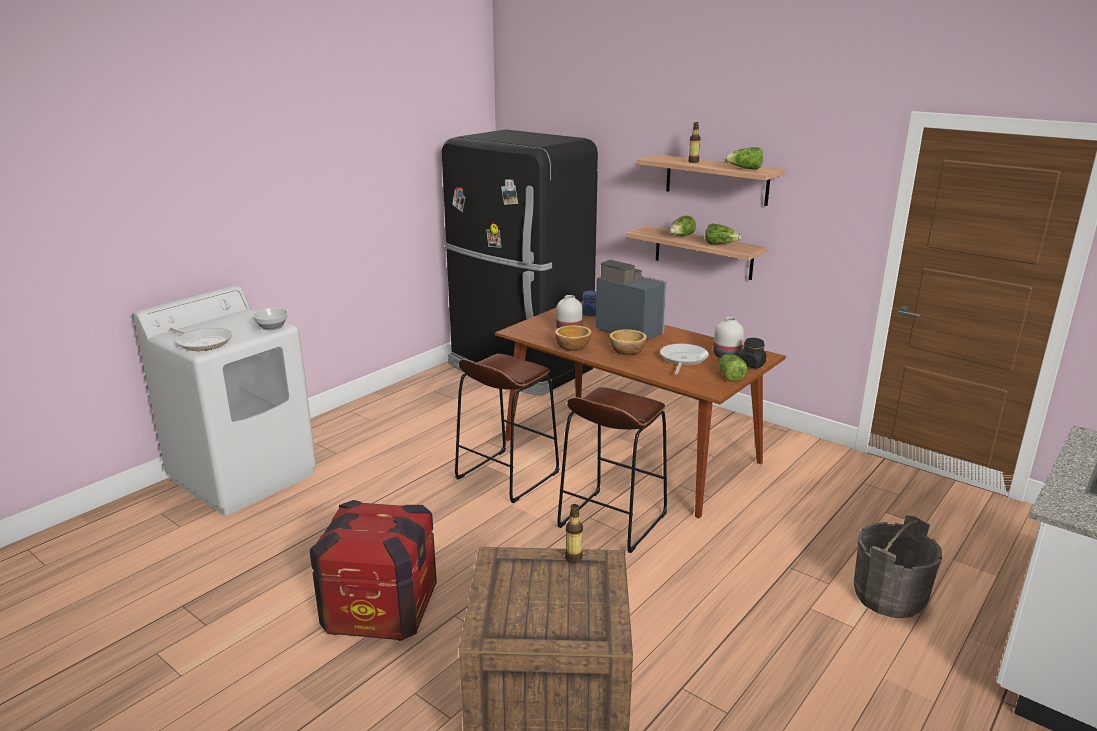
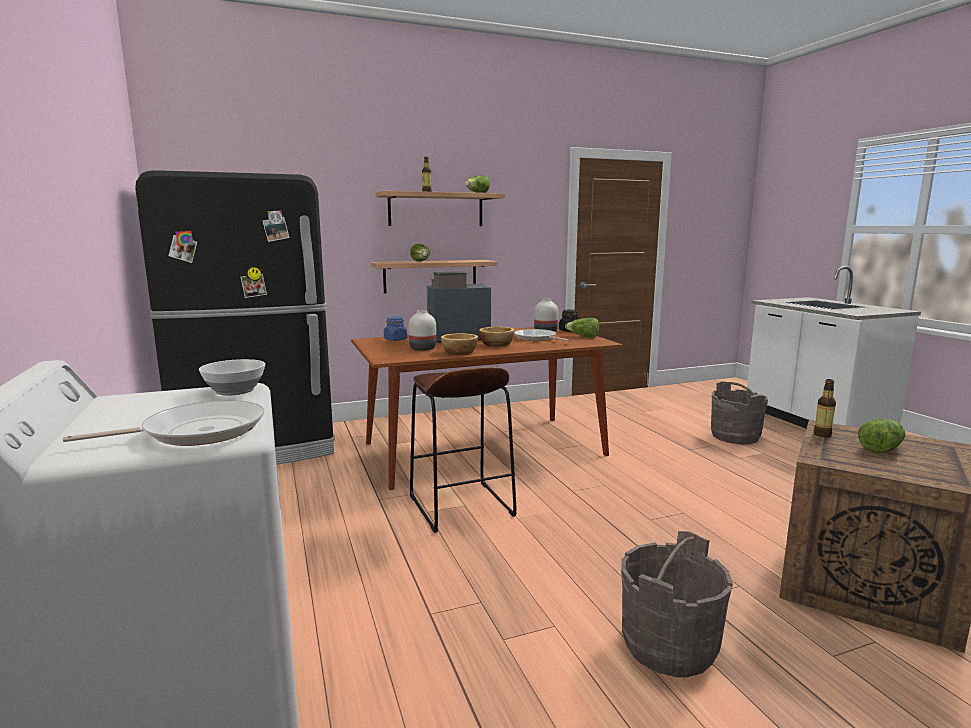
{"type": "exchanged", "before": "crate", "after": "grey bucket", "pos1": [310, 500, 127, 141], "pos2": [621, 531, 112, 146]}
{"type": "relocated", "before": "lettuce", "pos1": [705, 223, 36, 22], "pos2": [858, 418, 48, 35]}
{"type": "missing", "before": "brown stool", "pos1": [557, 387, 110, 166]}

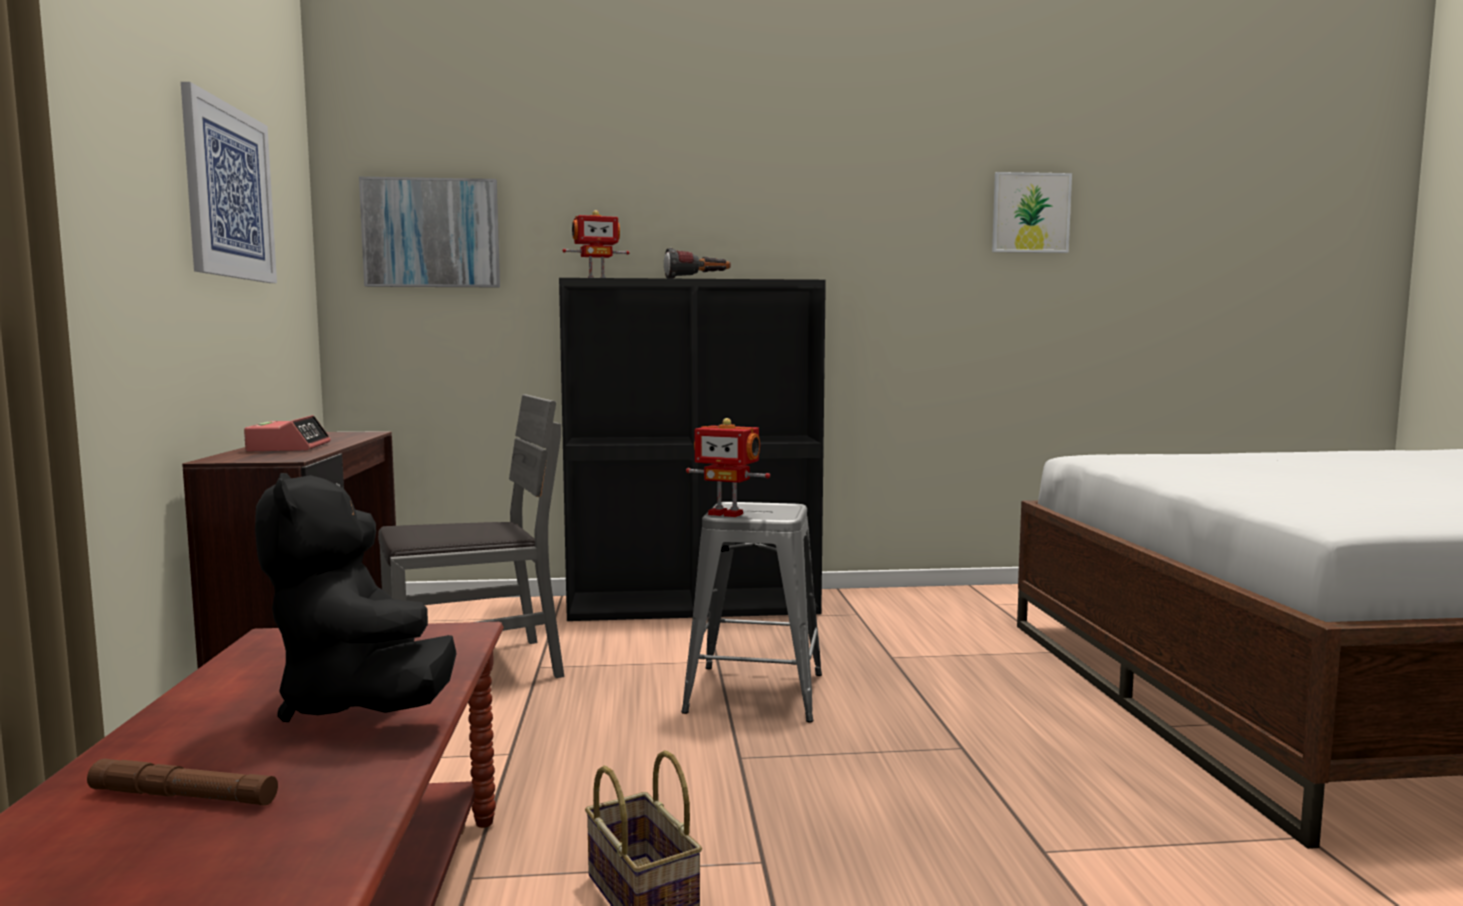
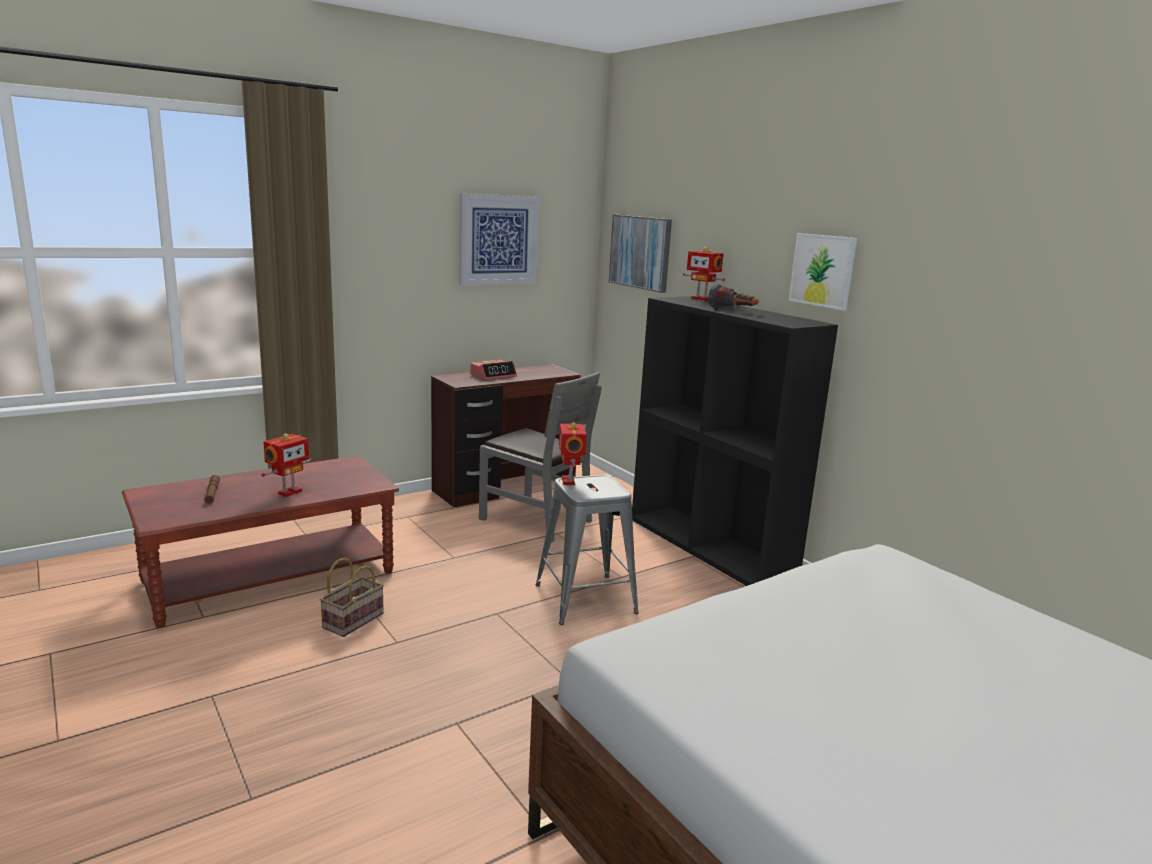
{"type": "exchanged", "before": "black plush toy", "after": "toy robot", "pos1": [255, 473, 202, 249], "pos2": [261, 434, 51, 63]}
{"type": "relocated", "before": "picture", "pos1": [992, 172, 80, 81], "pos2": [788, 233, 69, 77]}

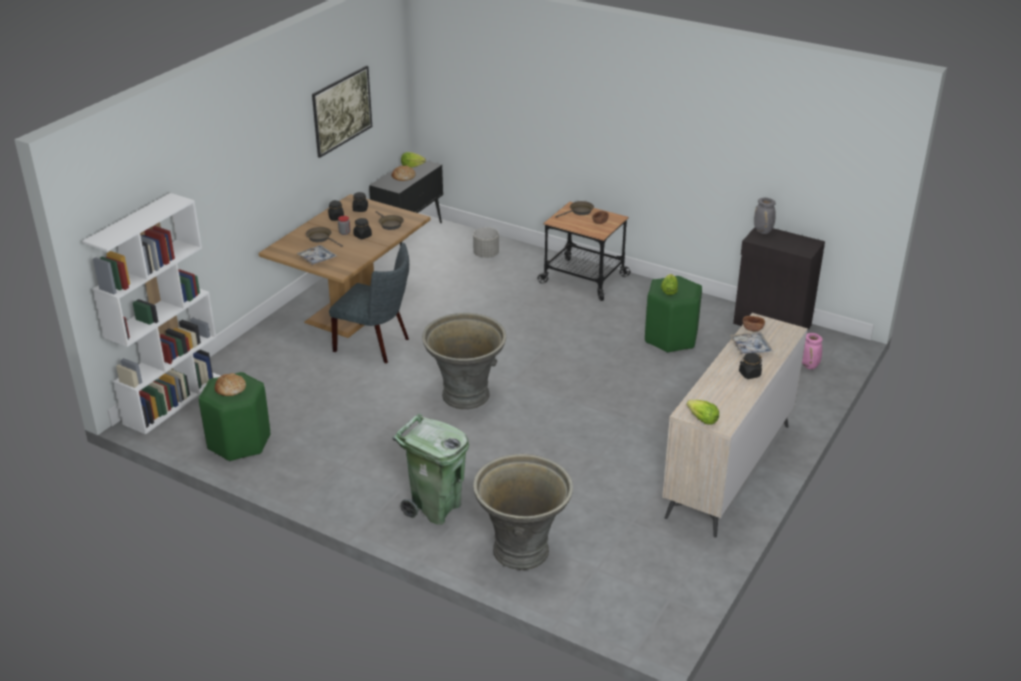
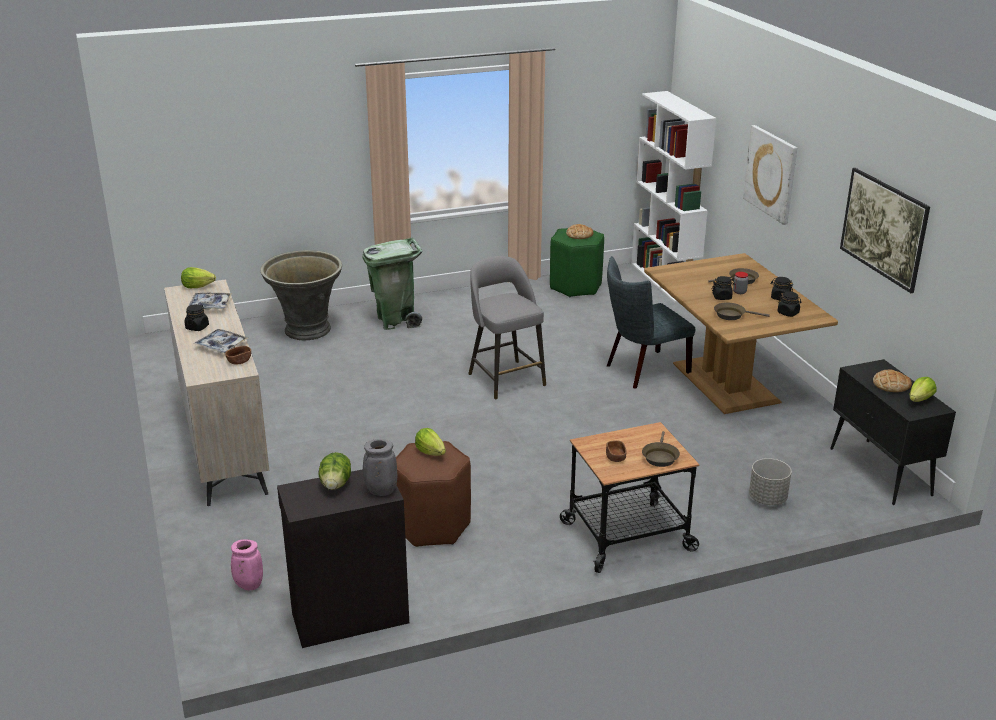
{"type": "relocated", "before": "tray", "pos1": [296, 245, 41, 20], "pos2": [188, 293, 44, 16]}
{"type": "appeared", "after": "lettuce", "pos2": [318, 452, 33, 38]}
{"type": "colour", "before": "green stool", "after": "brown stool", "pos1": [645, 276, 57, 77], "pos2": [396, 441, 75, 106]}
{"type": "exchanged", "before": "grey planter", "after": "grey stool", "pos1": [422, 313, 84, 96], "pos2": [468, 256, 78, 143]}
{"type": "appeared", "after": "picture", "pos2": [743, 125, 54, 100]}

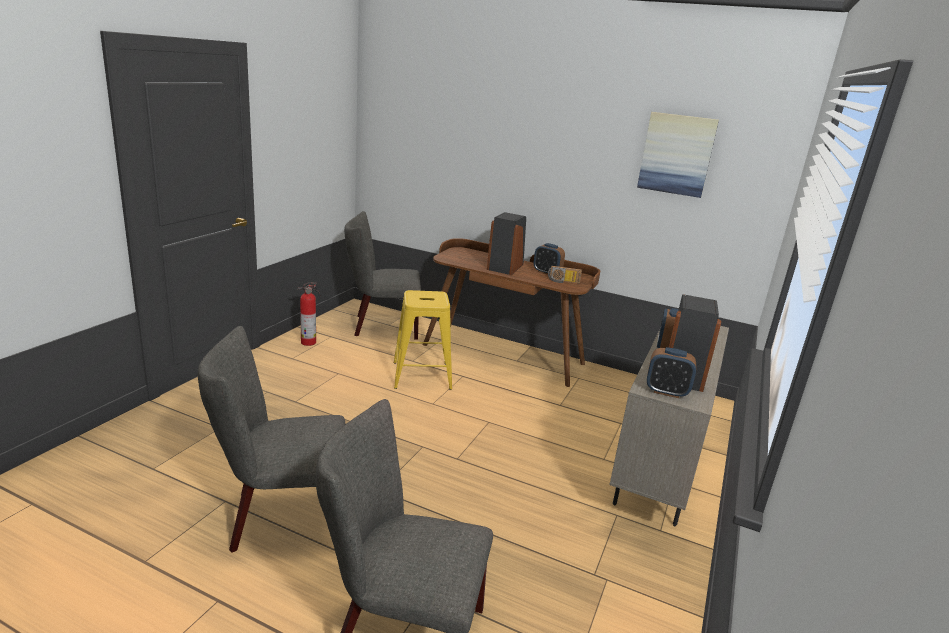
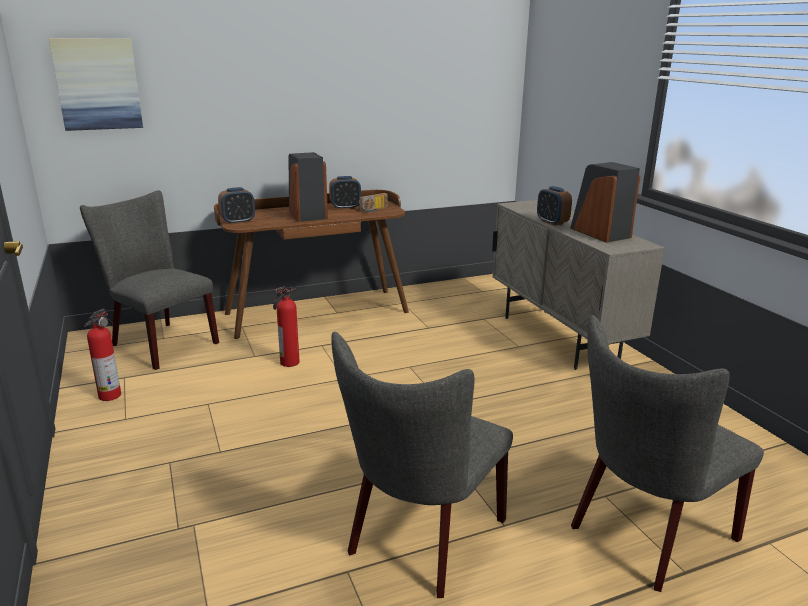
{"type": "relocated", "before": "picture", "pos1": [637, 112, 82, 86], "pos2": [49, 38, 94, 93]}
{"type": "spun", "before": "grey chair", "pos1": [344, 211, 77, 129], "pos2": [80, 190, 139, 180], "turn": 90}
{"type": "relocated", "before": "alarm clock", "pos1": [647, 347, 49, 51], "pos2": [218, 187, 37, 38]}
{"type": "exchanged", "before": "yellow stool", "after": "fire extinguisher", "pos1": [393, 290, 59, 100], "pos2": [273, 286, 27, 81]}

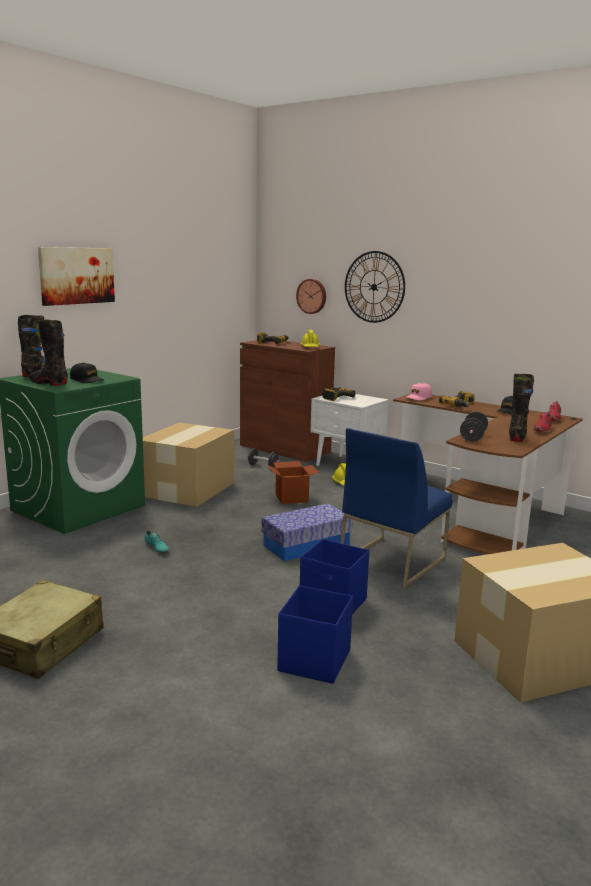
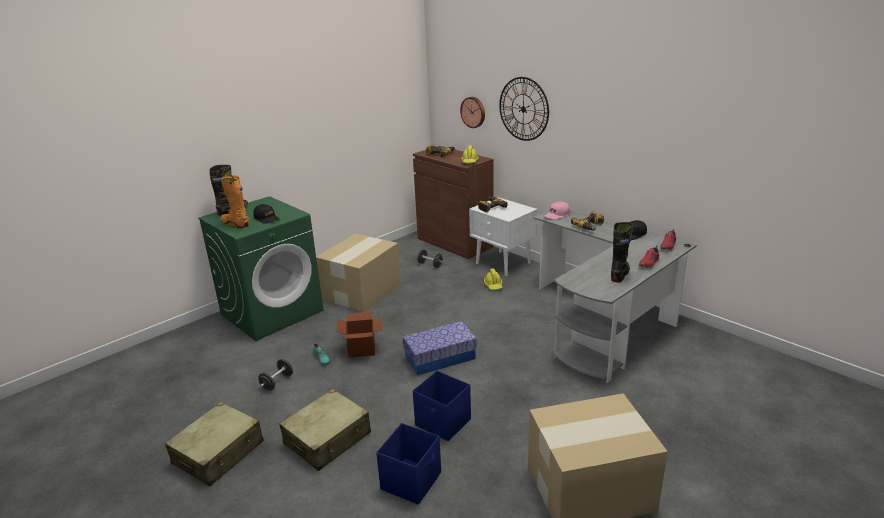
{"type": "colour", "before": "black boot", "after": "orange boot", "pos1": [29, 320, 39, 66], "pos2": [221, 175, 28, 53]}
{"type": "relocated", "before": "black dumbbell", "pos1": [460, 412, 28, 30], "pos2": [259, 359, 34, 32]}
{"type": "appeared", "after": "beige suitcase", "pos2": [279, 389, 92, 82]}
{"type": "relocated", "before": "cardboard box", "pos1": [267, 461, 52, 43], "pos2": [336, 312, 46, 46]}
{"type": "colour", "before": "brown desk", "after": "grey desk", "pos1": [393, 394, 190, 160], "pos2": [533, 209, 164, 174]}
{"type": "missing", "before": "picture", "pos1": [38, 247, 77, 59]}
{"type": "missing", "before": "blue chair", "pos1": [340, 428, 113, 160]}

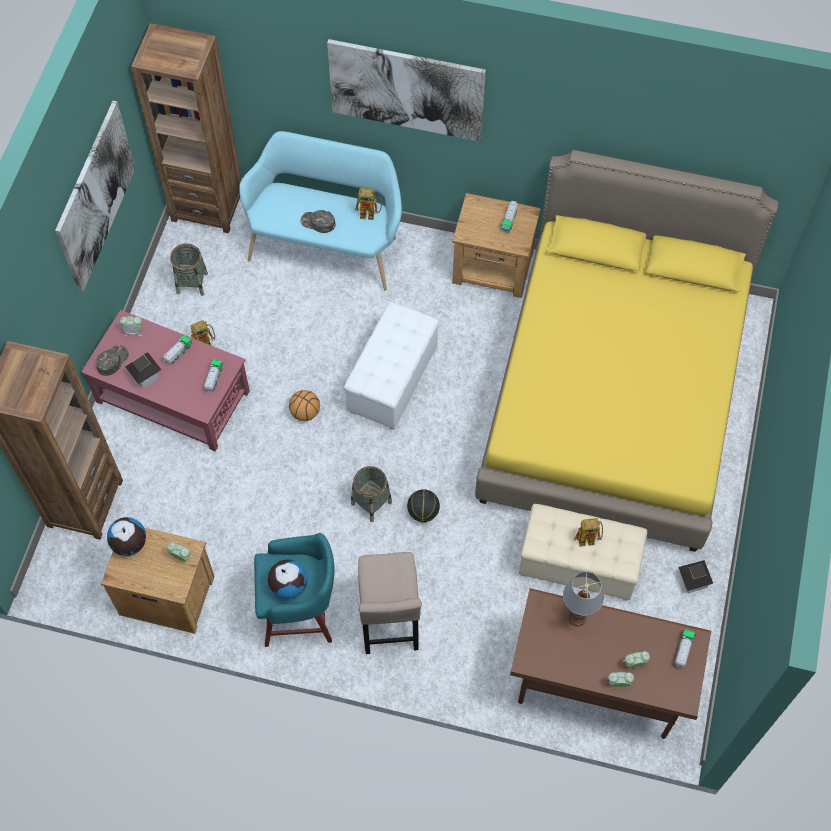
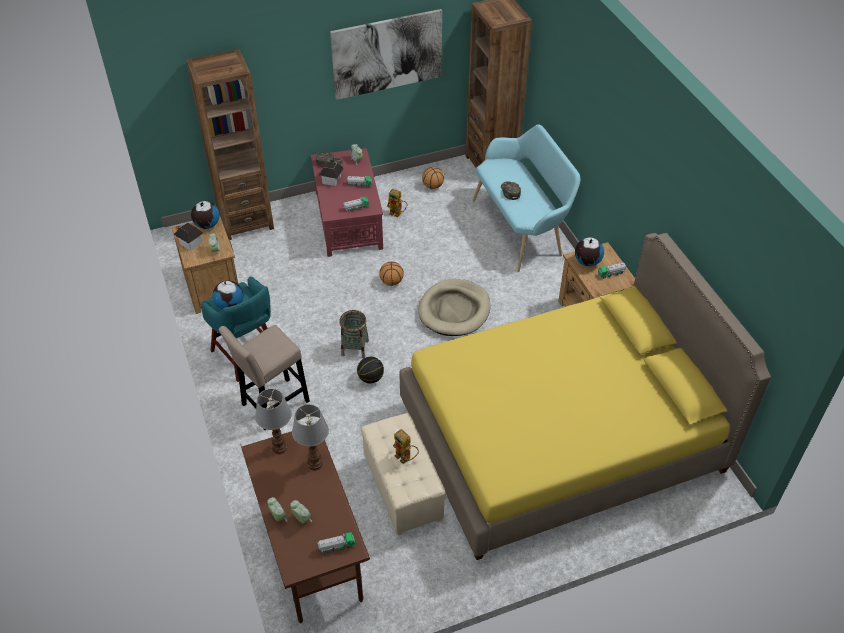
{"type": "relocated", "before": "toy house", "pos1": [678, 560, 35, 33], "pos2": [174, 223, 30, 28]}
{"type": "appeared", "after": "table lamp", "pos2": [255, 389, 36, 65]}
{"type": "exchanged", "before": "white ottoman", "after": "beige dog bed", "pos1": [344, 302, 95, 128], "pos2": [418, 279, 72, 57]}
{"type": "exchanged", "before": "basket", "after": "basketball", "pos1": [170, 243, 38, 53], "pos2": [422, 167, 22, 22]}
{"type": "appeared", "after": "globe", "pos2": [575, 237, 29, 29]}
{"type": "missing", "before": "picture", "pos1": [327, 39, 159, 103]}
{"type": "missing", "before": "toy robot", "pos1": [355, 188, 27, 32]}

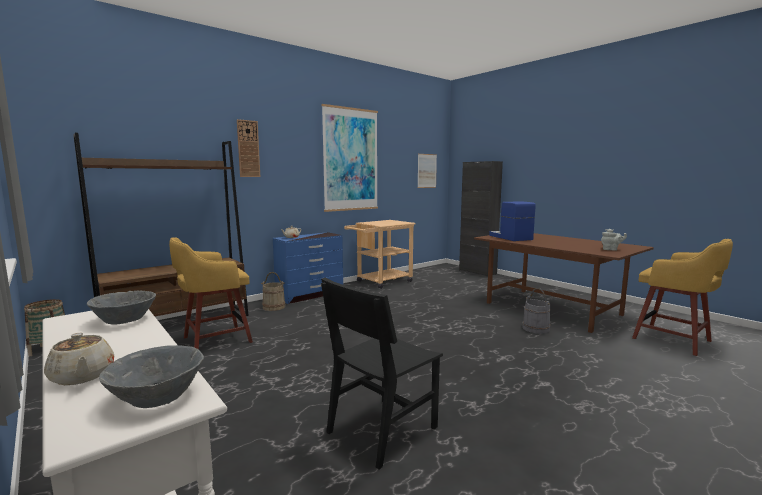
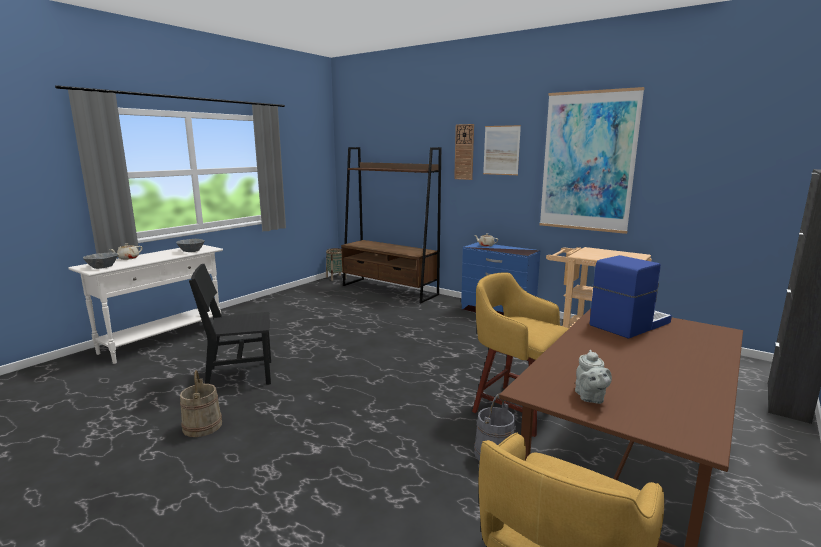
{"type": "relocated", "before": "beige bucket", "pos1": [261, 272, 24, 39], "pos2": [180, 370, 42, 67]}
{"type": "spun", "before": "black chair", "pos1": [321, 278, 122, 191], "pos2": [189, 264, 82, 121], "turn": -45}
{"type": "relocated", "before": "yellow stool", "pos1": [169, 237, 84, 112], "pos2": [472, 273, 96, 164]}
{"type": "relocated", "before": "picture", "pos1": [417, 154, 20, 34], "pos2": [483, 125, 38, 50]}

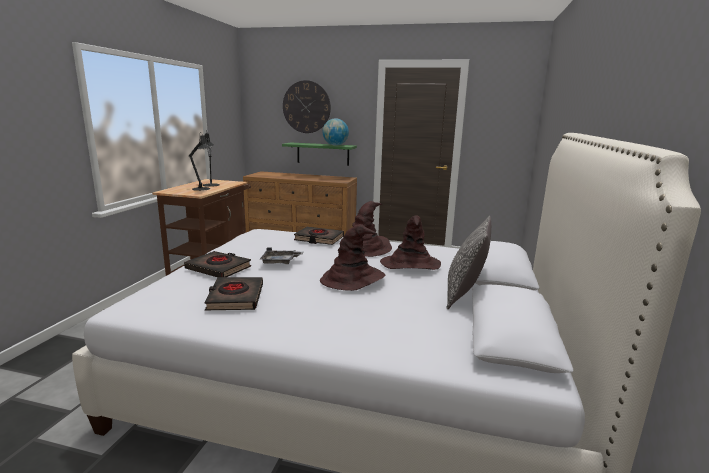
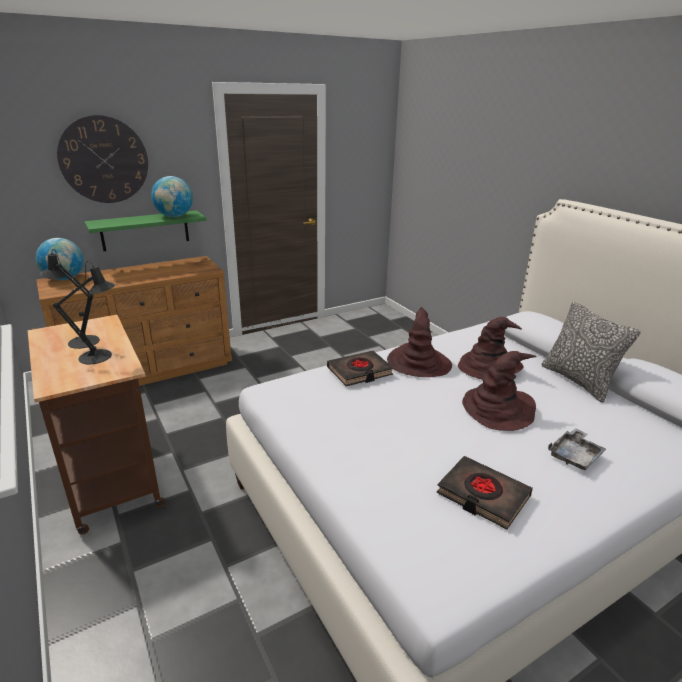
{"type": "appeared", "after": "globe", "pos2": [36, 238, 48, 42]}
{"type": "relocated", "before": "grey tray", "pos1": [260, 247, 43, 17], "pos2": [548, 428, 58, 42]}
{"type": "missing", "before": "black book", "pos1": [184, 251, 67, 26]}

